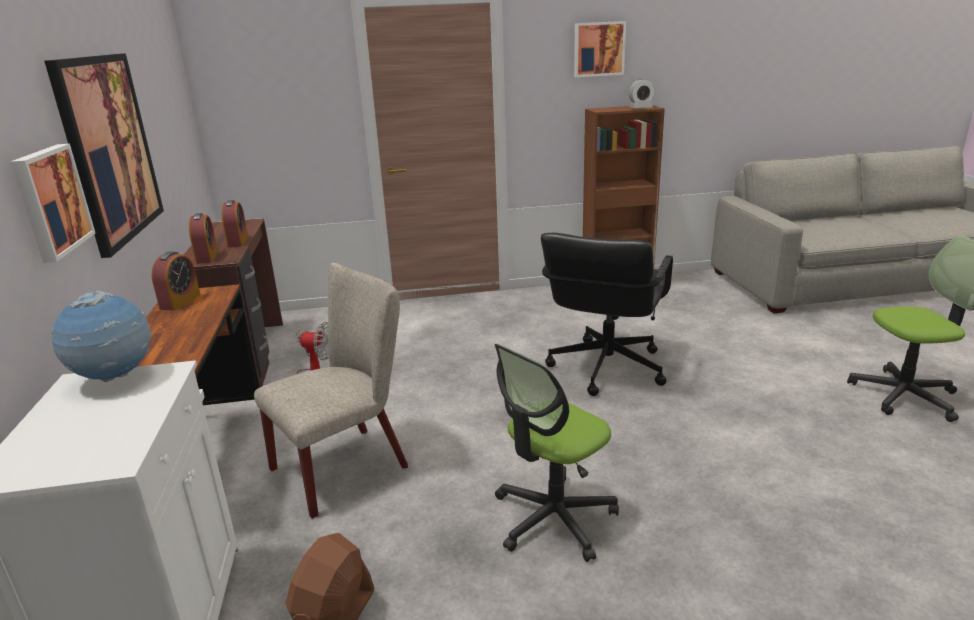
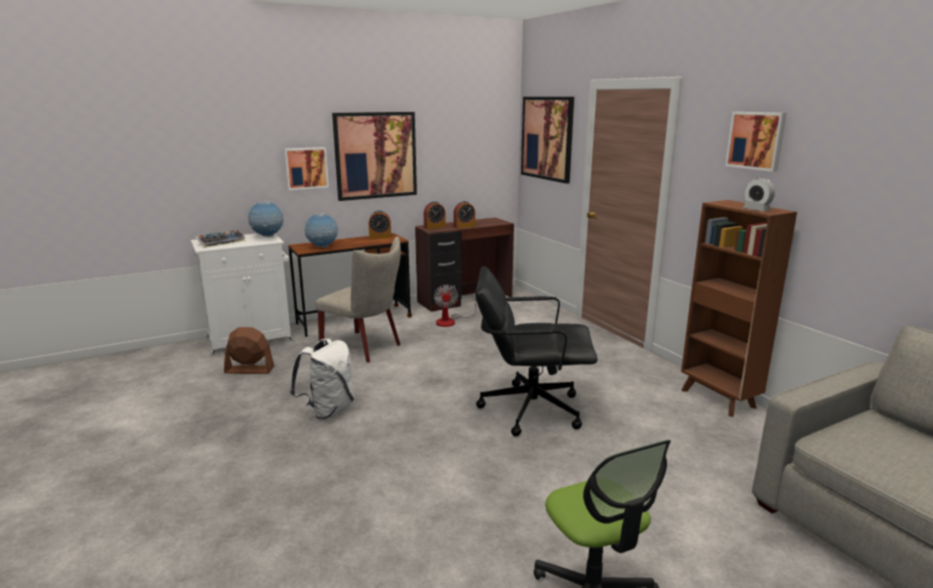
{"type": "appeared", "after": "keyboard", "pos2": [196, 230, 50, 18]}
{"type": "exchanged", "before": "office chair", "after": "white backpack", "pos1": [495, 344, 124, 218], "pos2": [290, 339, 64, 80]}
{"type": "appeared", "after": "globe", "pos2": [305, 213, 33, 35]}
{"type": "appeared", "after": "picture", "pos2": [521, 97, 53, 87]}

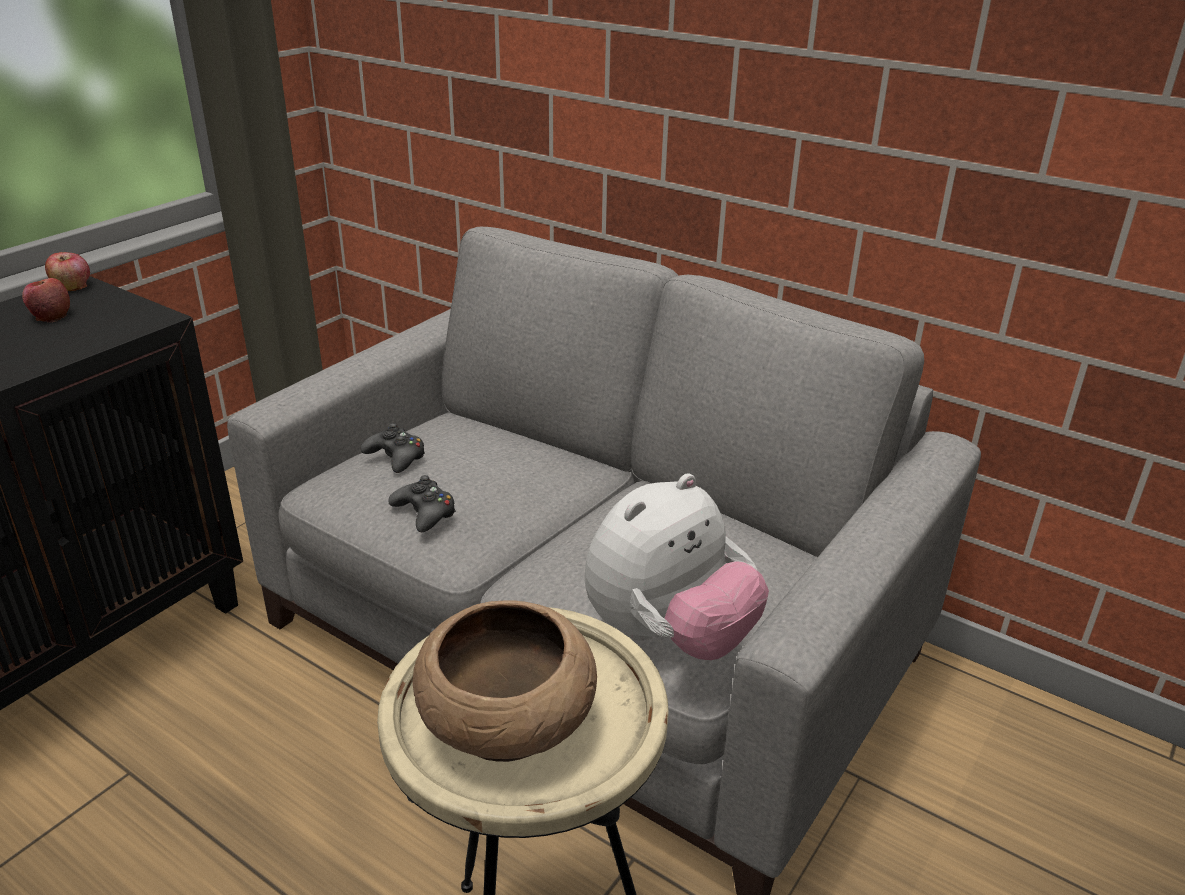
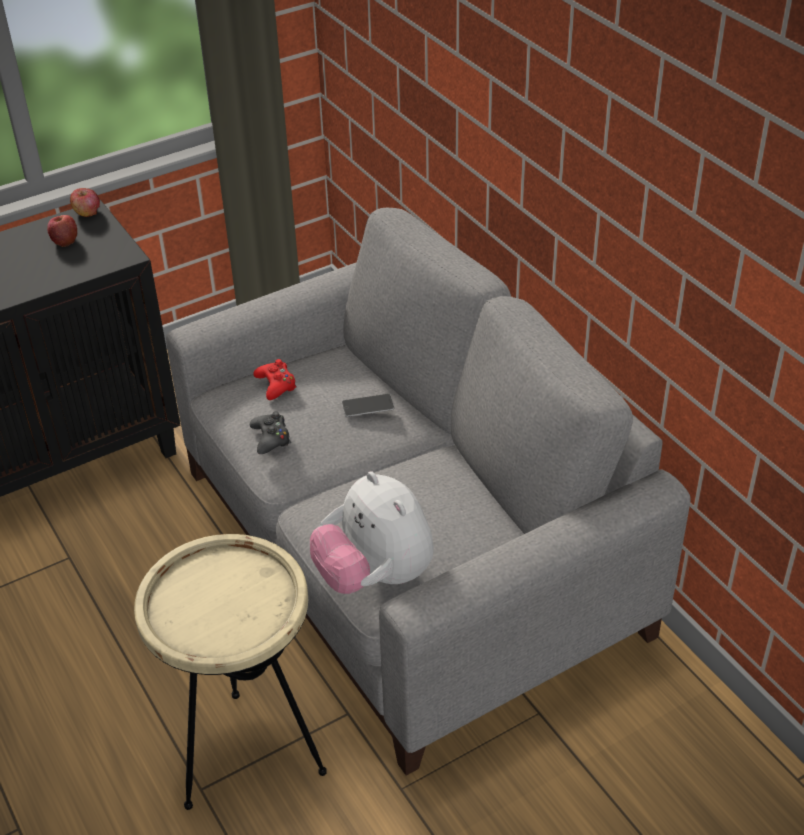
{"type": "colour", "before": "black game controller", "after": "red game controller", "pos1": [361, 423, 64, 50], "pos2": [253, 359, 44, 41]}
{"type": "spun", "before": "plush toy", "pos1": [584, 474, 185, 186], "pos2": [310, 471, 124, 123], "turn": 75}
{"type": "appeared", "after": "phone", "pos2": [342, 394, 52, 23]}
{"type": "missing", "before": "brown bowl", "pos1": [413, 600, 184, 162]}

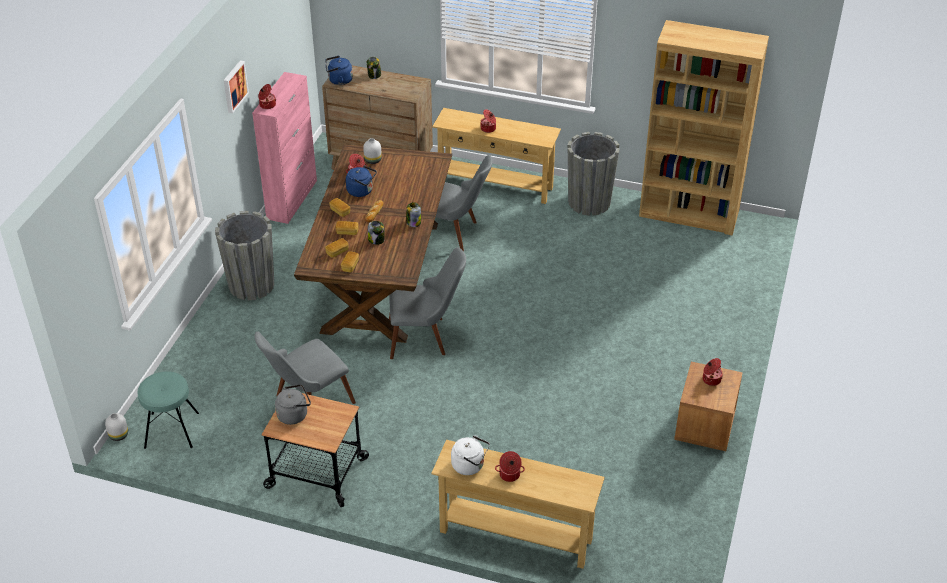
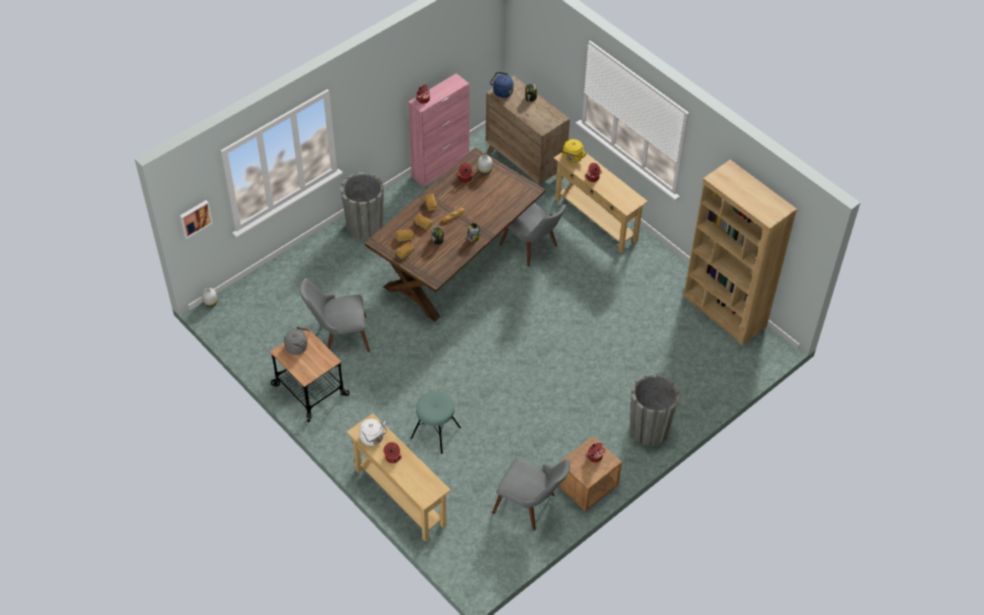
{"type": "relocated", "before": "picture", "pos1": [224, 60, 25, 53], "pos2": [180, 200, 33, 39]}
{"type": "relocated", "before": "turquoise stool", "pos1": [137, 371, 62, 78], "pos2": [411, 391, 50, 63]}
{"type": "relocated", "before": "grey chair", "pos1": [389, 247, 77, 112], "pos2": [492, 457, 78, 74]}
{"type": "appeared", "after": "yellow kettle", "pos2": [561, 139, 26, 24]}
{"type": "relocated", "before": "grey planter", "pos1": [568, 132, 52, 84], "pos2": [630, 373, 50, 73]}
{"type": "missing", "before": "blue kettle", "pos1": [346, 165, 31, 32]}

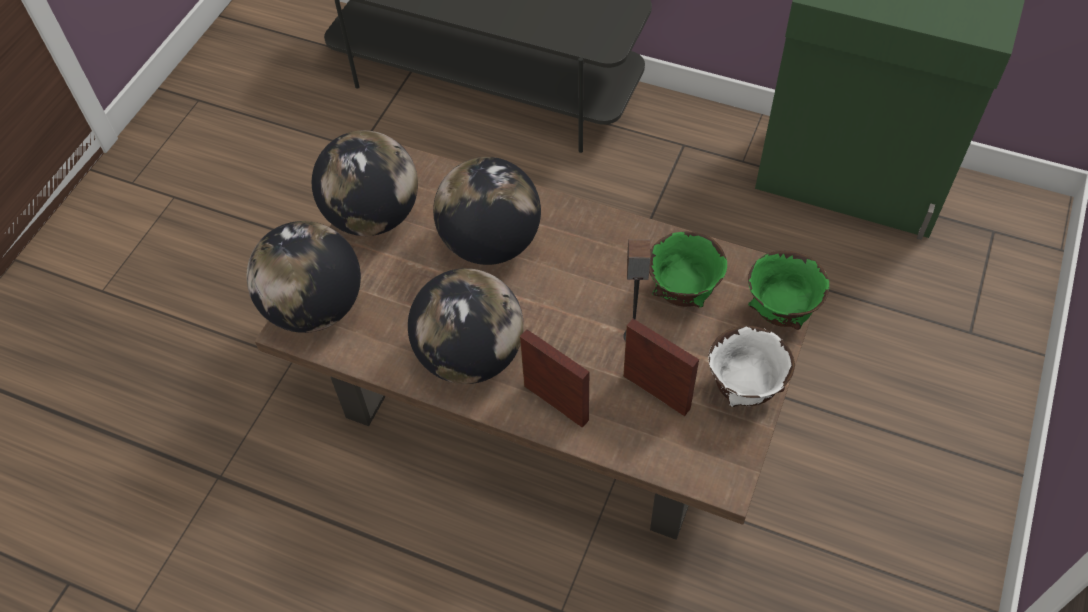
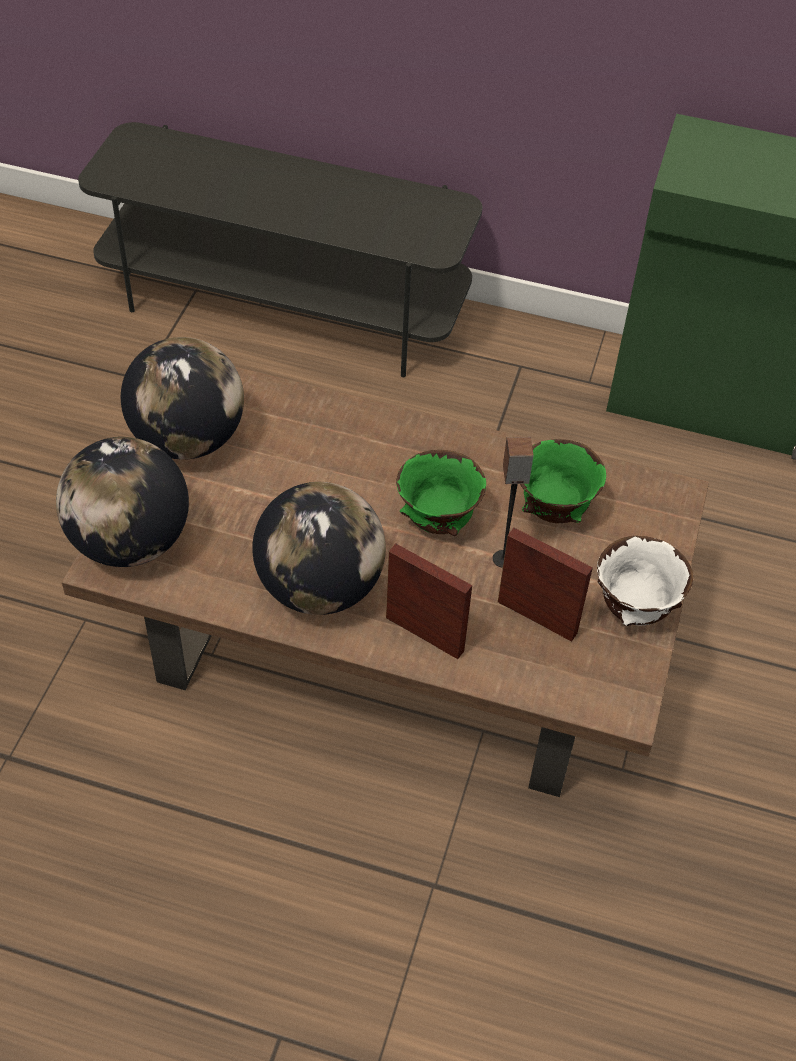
{"type": "relocated", "before": "green bowl", "pos1": [748, 251, 81, 79], "pos2": [396, 450, 90, 86]}
{"type": "missing", "before": "globe", "pos1": [433, 157, 108, 108]}

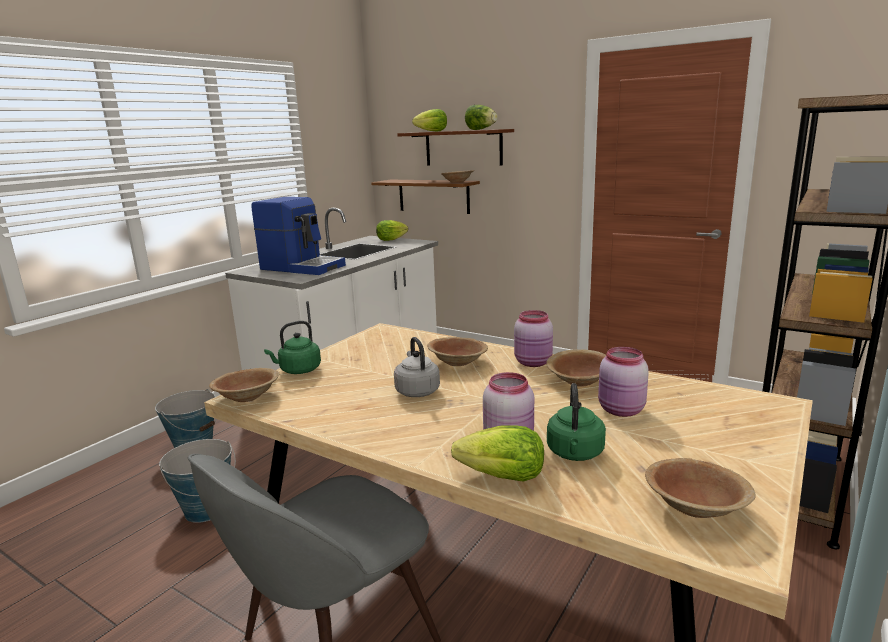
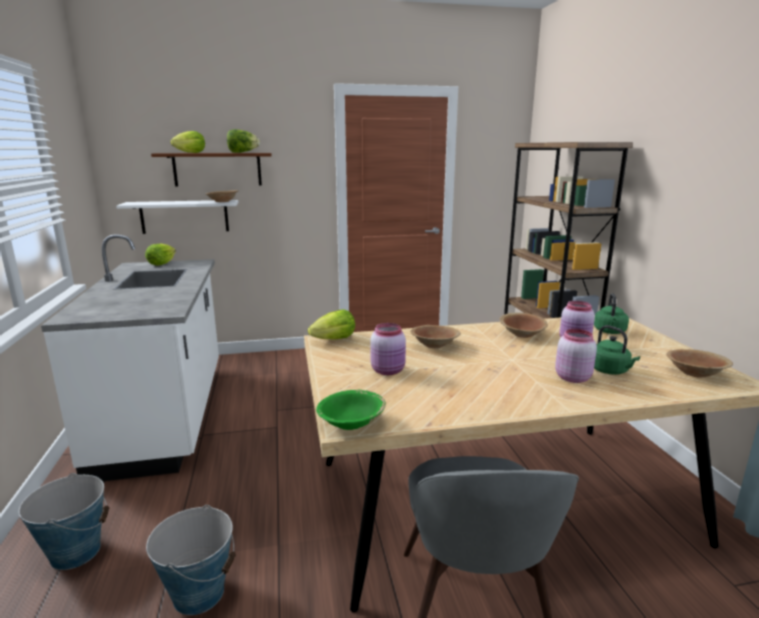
{"type": "colour", "before": "brown shelf", "after": "white shelf", "pos1": [371, 180, 109, 34], "pos2": [116, 200, 122, 34]}
{"type": "relocated", "before": "lettuce", "pos1": [451, 426, 93, 56], "pos2": [308, 309, 47, 31]}
{"type": "colour", "before": "brown bowl", "after": "green bowl", "pos1": [209, 368, 70, 34], "pos2": [316, 390, 70, 40]}
{"type": "relocated", "before": "pink jar", "pos1": [514, 310, 39, 57], "pos2": [370, 323, 36, 52]}
{"type": "relocated", "before": "green kettle", "pos1": [264, 321, 57, 53], "pos2": [594, 293, 35, 41]}
{"type": "missing", "before": "coffee machine", "pos1": [252, 197, 94, 78]}
{"type": "missing", "before": "grey kettle", "pos1": [394, 337, 46, 60]}

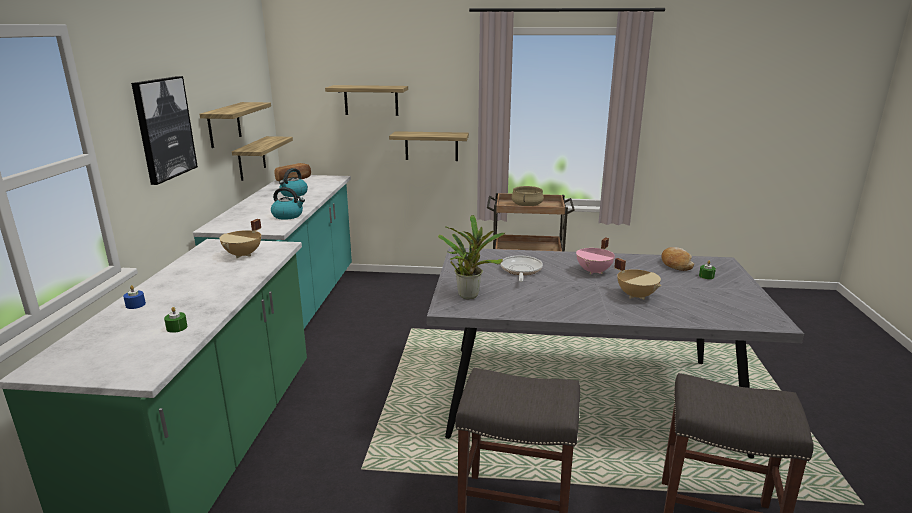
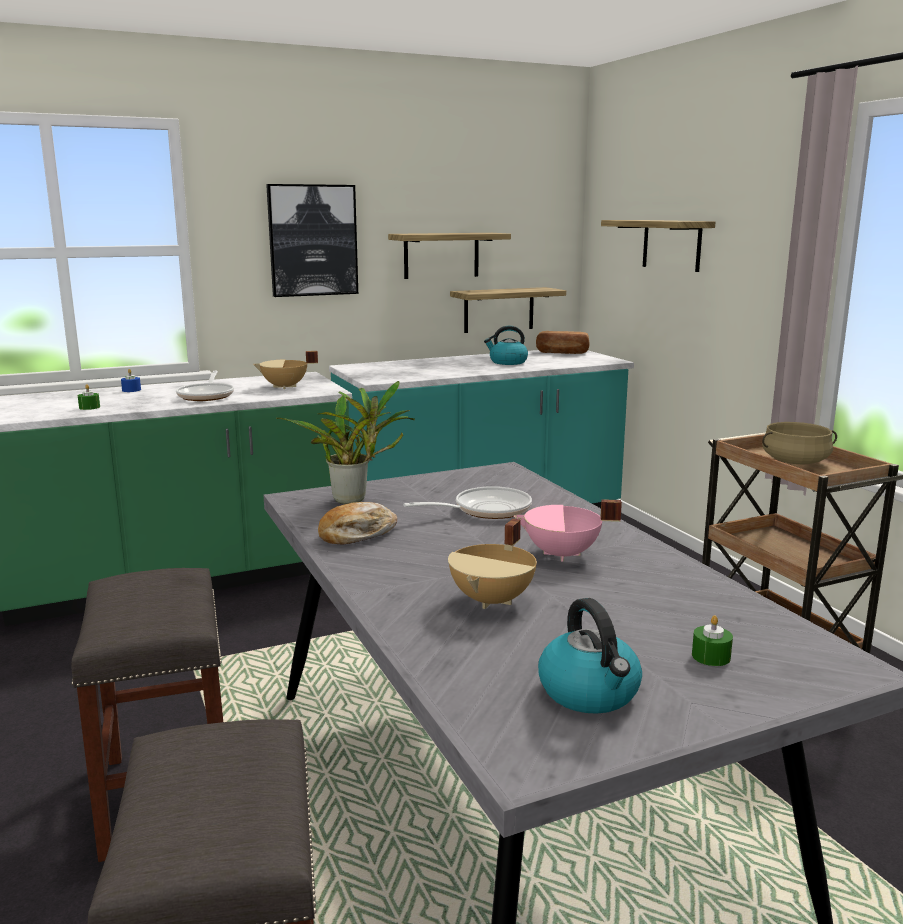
{"type": "appeared", "after": "frying pan", "pos2": [176, 371, 58, 30]}
{"type": "relocated", "before": "bread", "pos1": [661, 247, 33, 24], "pos2": [318, 502, 79, 43]}
{"type": "relocated", "before": "kettle", "pos1": [271, 187, 34, 33], "pos2": [538, 598, 104, 115]}
{"type": "missing", "before": "shelf", "pos1": [389, 131, 80, 30]}

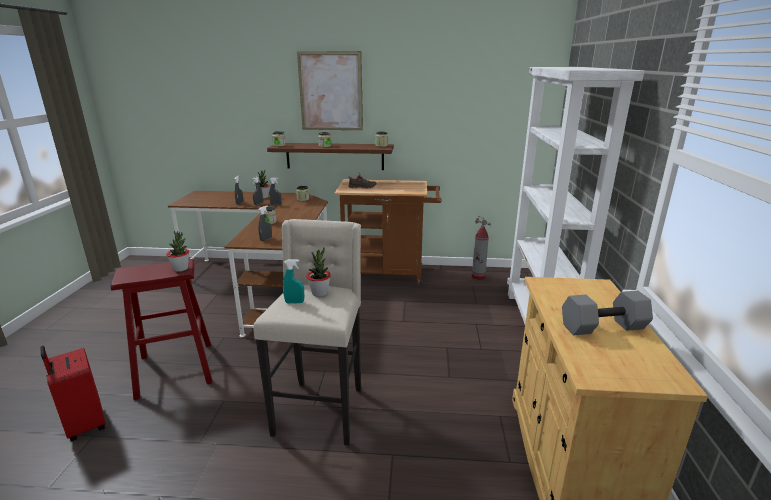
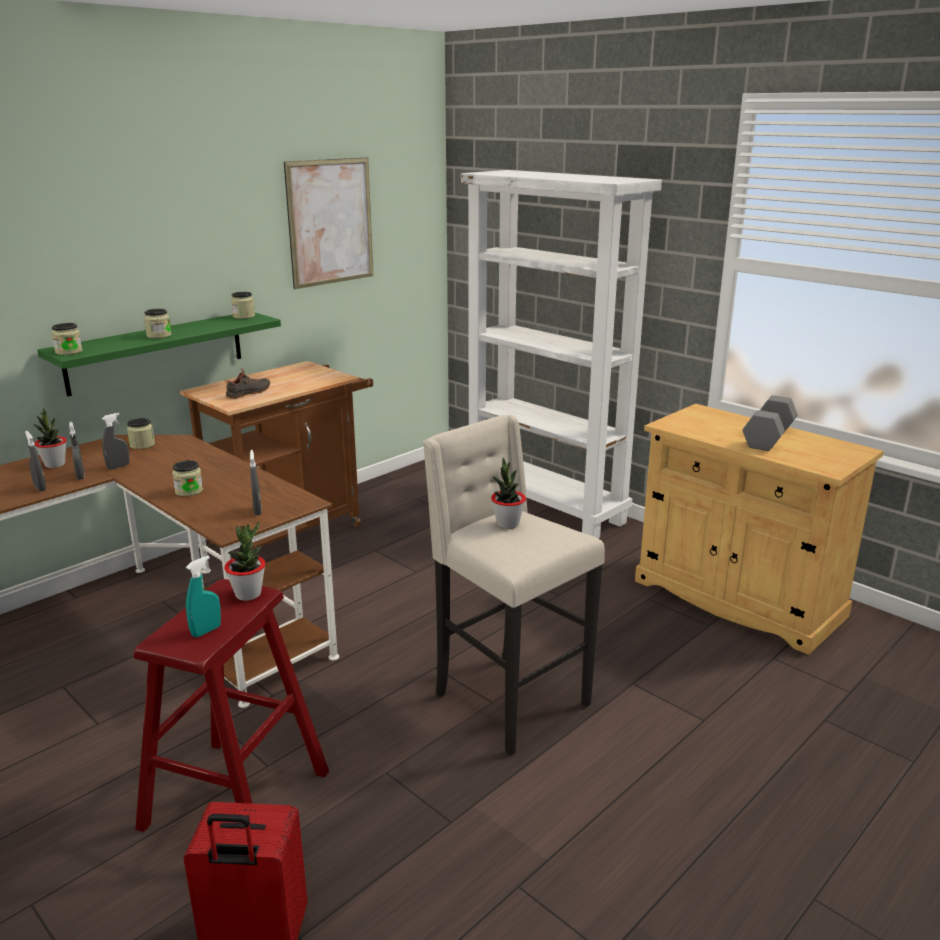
{"type": "colour", "before": "brown shelf", "after": "green shelf", "pos1": [267, 143, 127, 27], "pos2": [37, 313, 244, 84]}
{"type": "relocated", "before": "turquoise spray bottle", "pos1": [283, 259, 21, 45], "pos2": [186, 556, 35, 81]}
{"type": "relocated", "before": "picture", "pos1": [297, 51, 66, 79], "pos2": [284, 157, 89, 132]}
{"type": "missing", "before": "fire extinguisher", "pos1": [472, 216, 19, 64]}

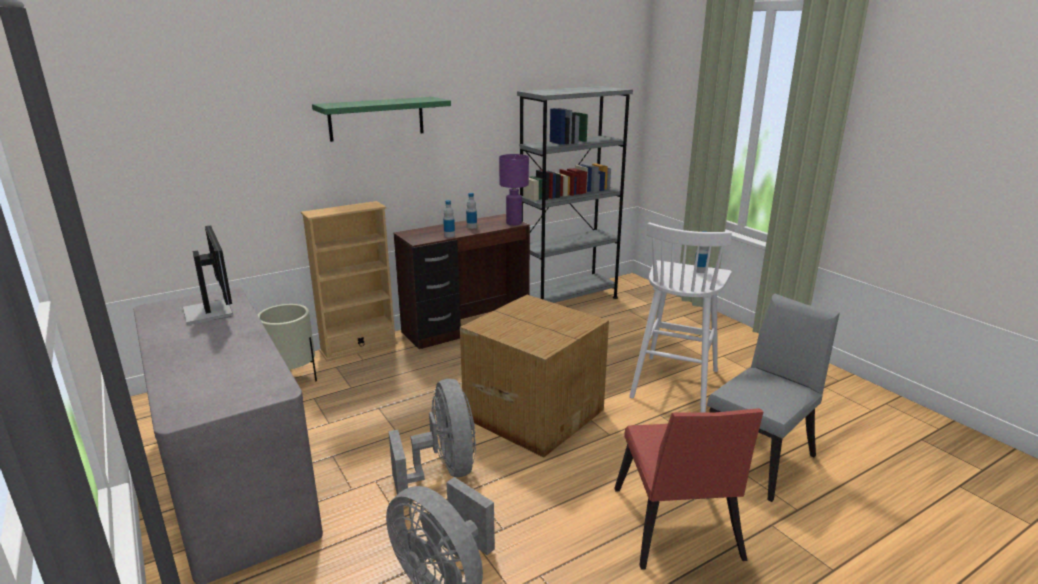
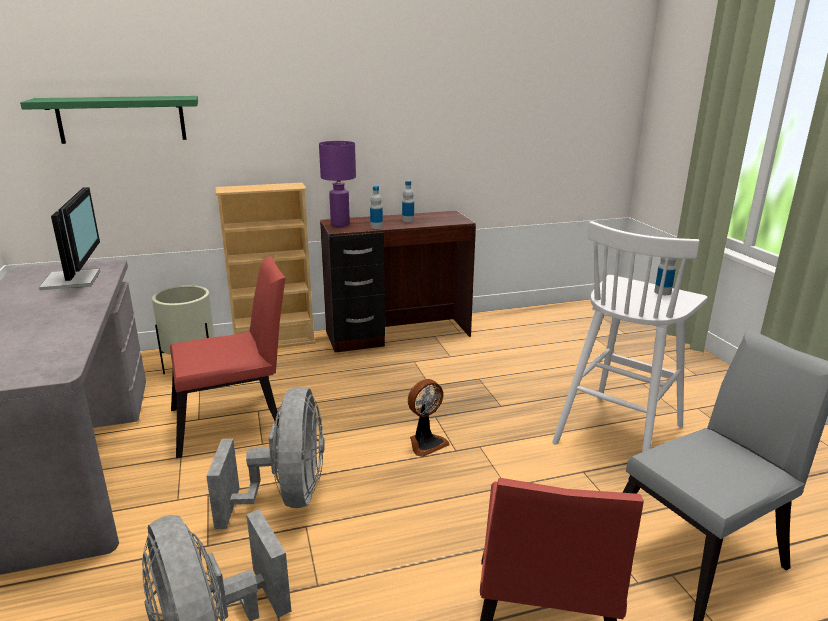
{"type": "relocated", "before": "green shelf", "pos1": [312, 97, 139, 45], "pos2": [20, 96, 178, 48]}
{"type": "appeared", "after": "red chair", "pos2": [170, 256, 115, 202]}
{"type": "relocated", "before": "purple table lamp", "pos1": [499, 154, 30, 71], "pos2": [319, 141, 37, 86]}
{"type": "exchanged", "before": "cardboard box", "after": "fan", "pos1": [460, 295, 149, 163], "pos2": [408, 379, 42, 78]}
{"type": "missing", "before": "grey bookcase", "pos1": [517, 86, 116, 217]}

